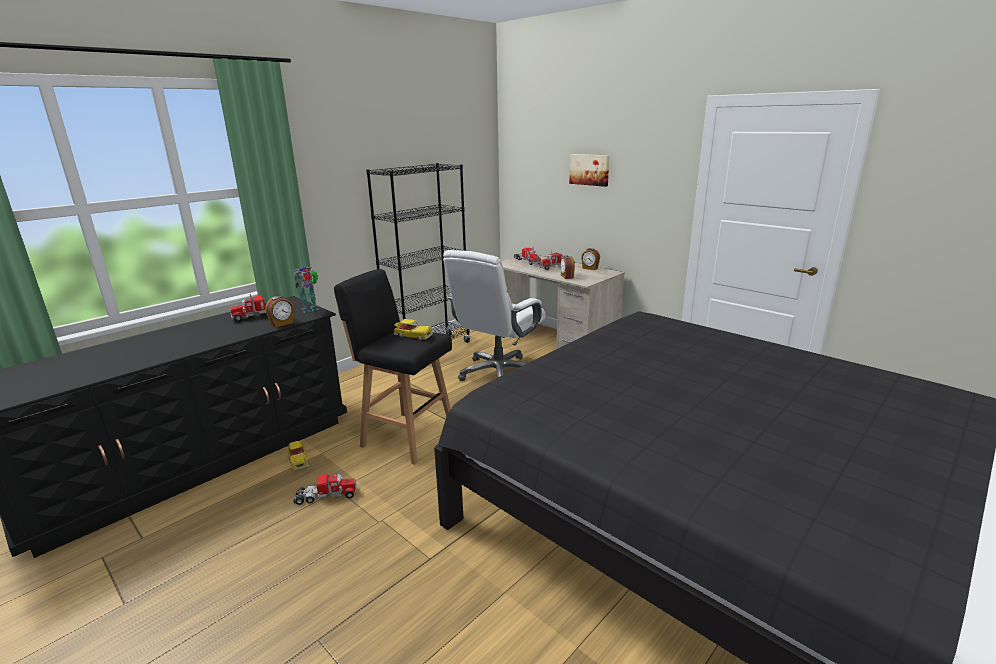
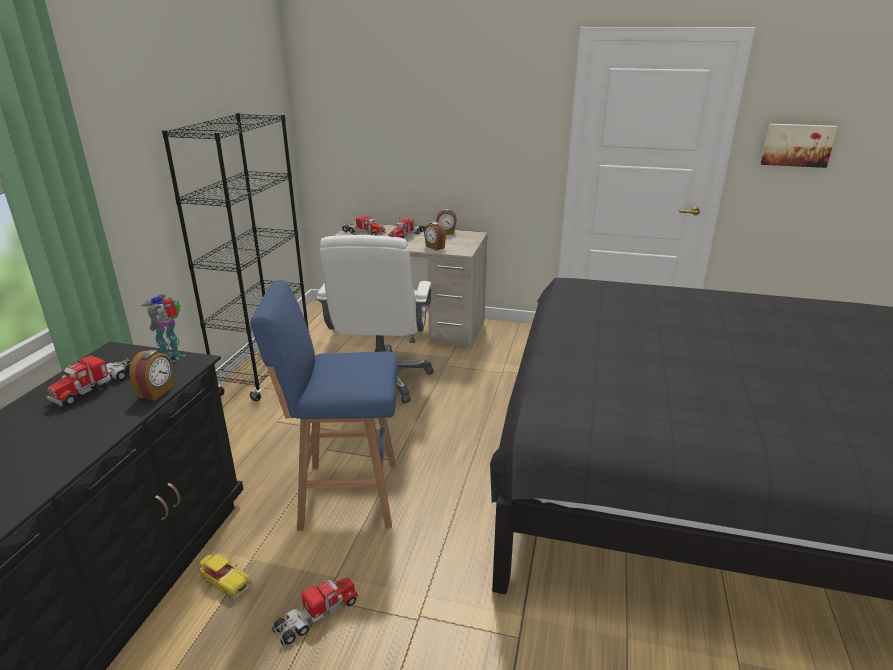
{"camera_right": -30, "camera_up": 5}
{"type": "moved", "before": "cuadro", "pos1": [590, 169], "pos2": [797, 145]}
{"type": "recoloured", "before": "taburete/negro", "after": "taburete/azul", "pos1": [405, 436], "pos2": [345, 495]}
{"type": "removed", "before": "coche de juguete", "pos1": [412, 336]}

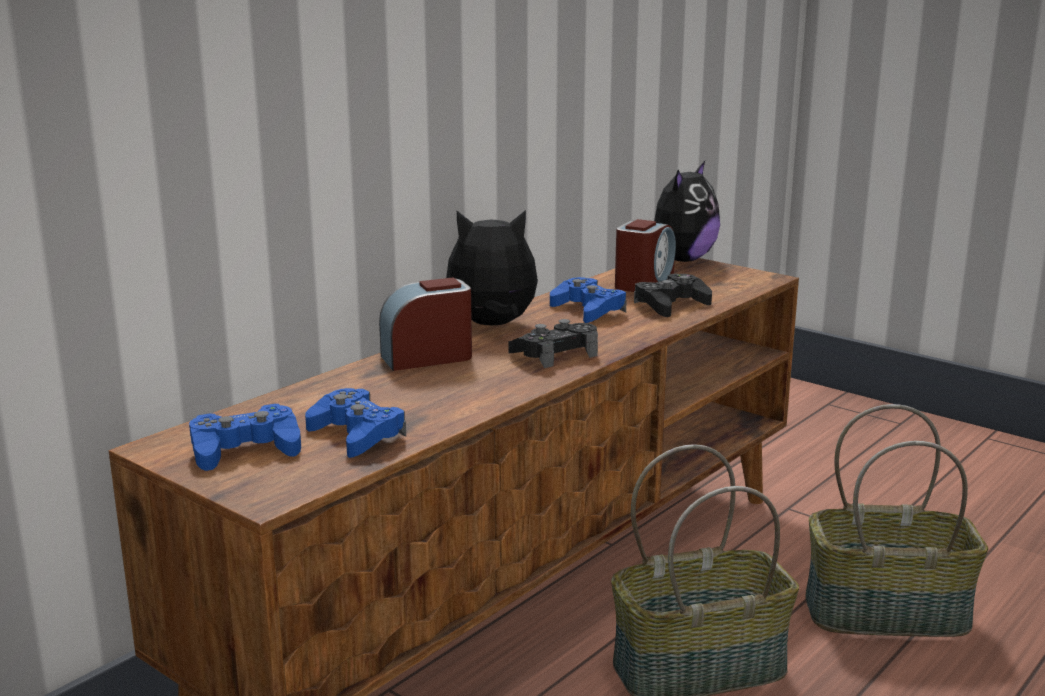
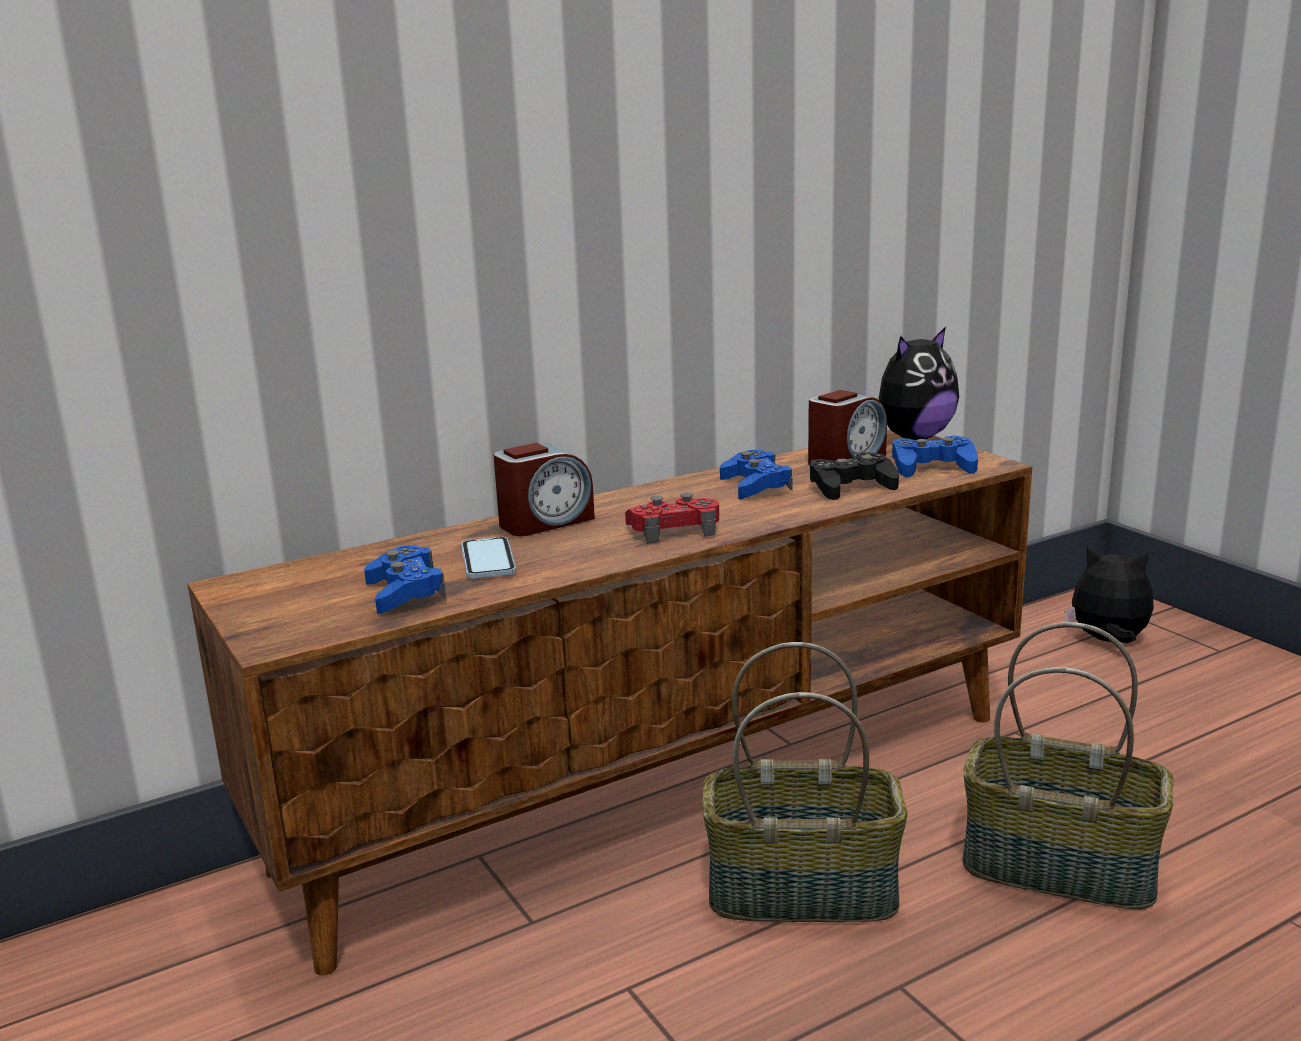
{"camera_right": 20, "camera_up": 0}
{"type": "moved", "before": "peluche", "pos1": [491, 326], "pos2": [1108, 641]}
{"type": "turned", "before": "despertador", "pos1": [427, 357], "pos2": [545, 522], "turn": 150}
{"type": "recoloured", "before": "mando de consola/negro", "after": "mando de consola/rojo", "pos1": [555, 354], "pos2": [674, 530]}
{"type": "moved", "before": "mando de consola/azul", "pos1": [245, 449], "pos2": [932, 467]}
{"type": "added", "after": "móvil", "pos2": [488, 561]}

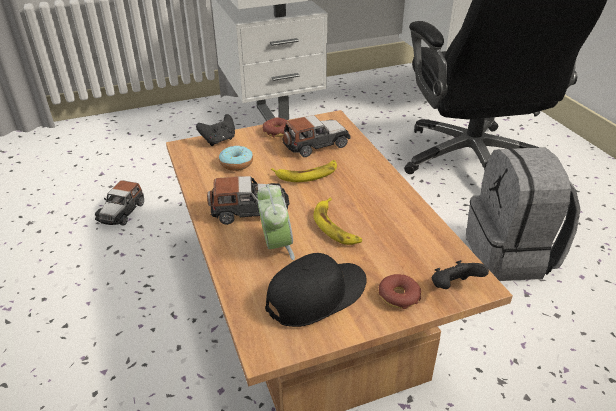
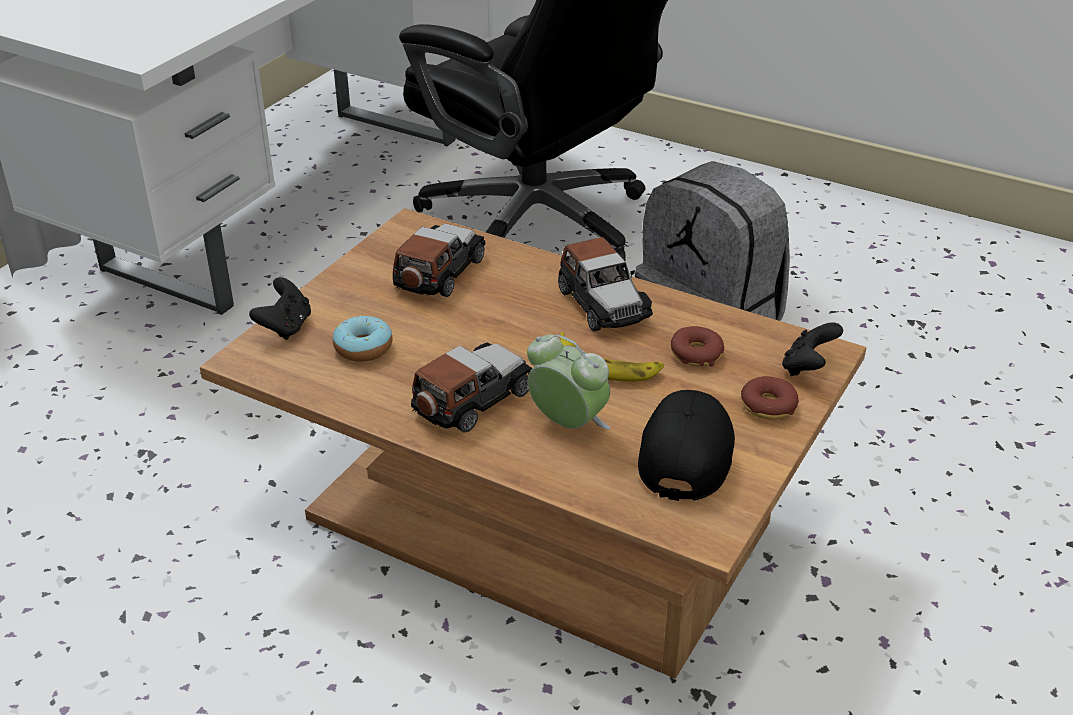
{"camera_right": -40, "camera_up": 0}
{"type": "moved", "before": "rosquilla", "pos1": [277, 131], "pos2": [696, 354]}
{"type": "removed", "before": "plátano", "pos1": [307, 174]}
{"type": "moved", "before": "coche de juguete", "pos1": [122, 212], "pos2": [602, 304]}

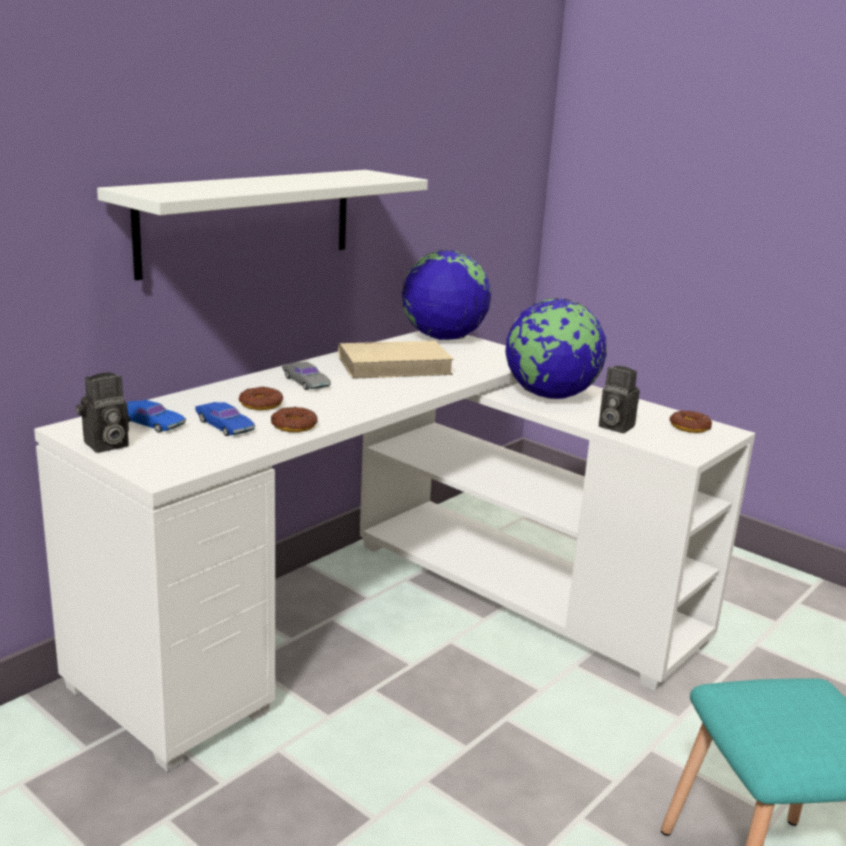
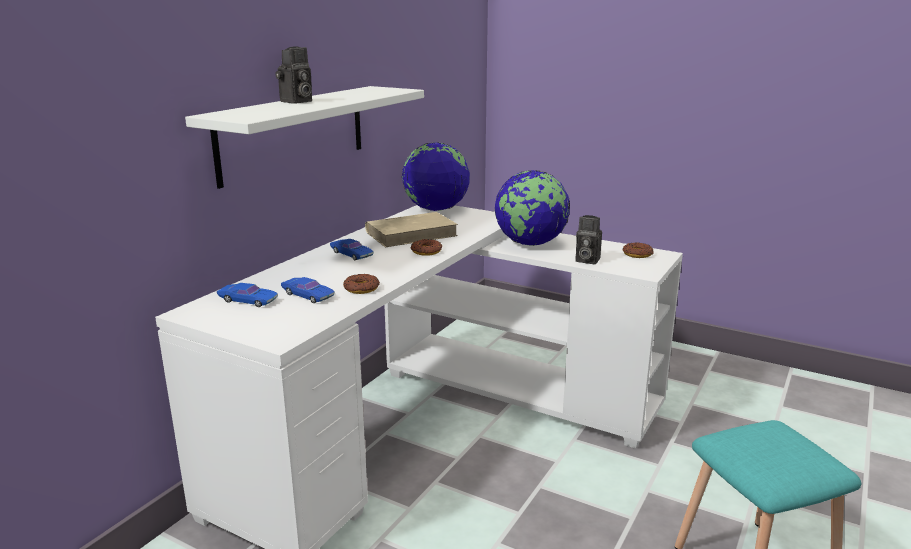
{"camera_right": -10, "camera_up": 0}
{"type": "recoloured", "before": "coche de juguete/gris", "after": "coche de juguete/azul", "pos1": [305, 381], "pos2": [351, 254]}
{"type": "moved", "before": "cámara", "pos1": [105, 445], "pos2": [296, 101]}
{"type": "moved", "before": "rosquilla", "pos1": [260, 404], "pos2": [426, 251]}

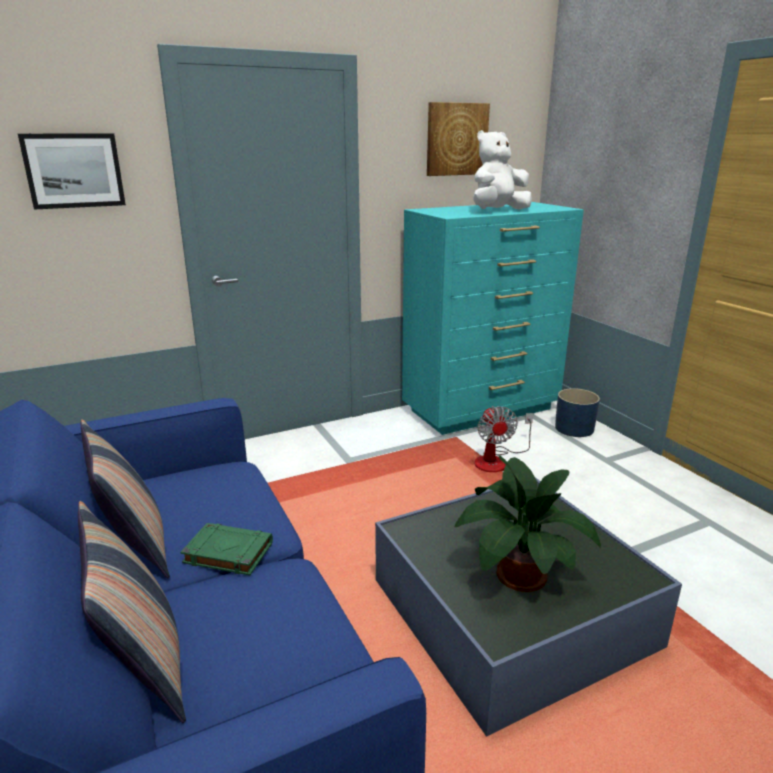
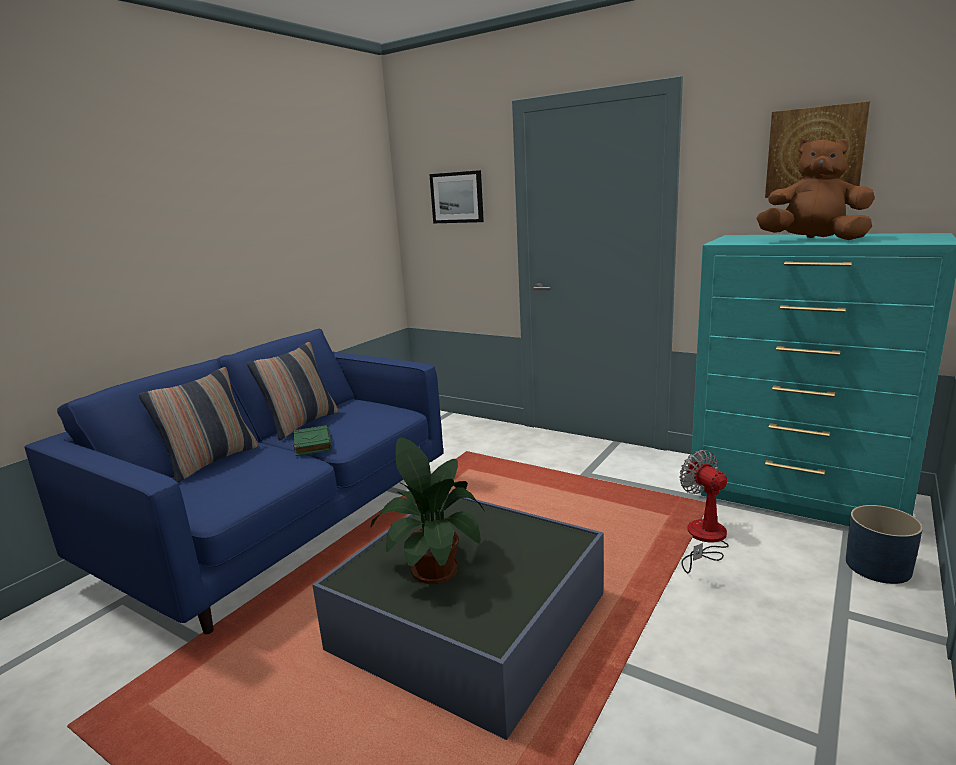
{"camera_right": 60, "camera_up": -5}
{"type": "recoloured", "before": "peluche/blanco", "after": "peluche/marrón", "pos1": [498, 211], "pos2": [812, 240]}
{"type": "turned", "before": "ventilador", "pos1": [497, 461], "pos2": [704, 539], "turn": 105}

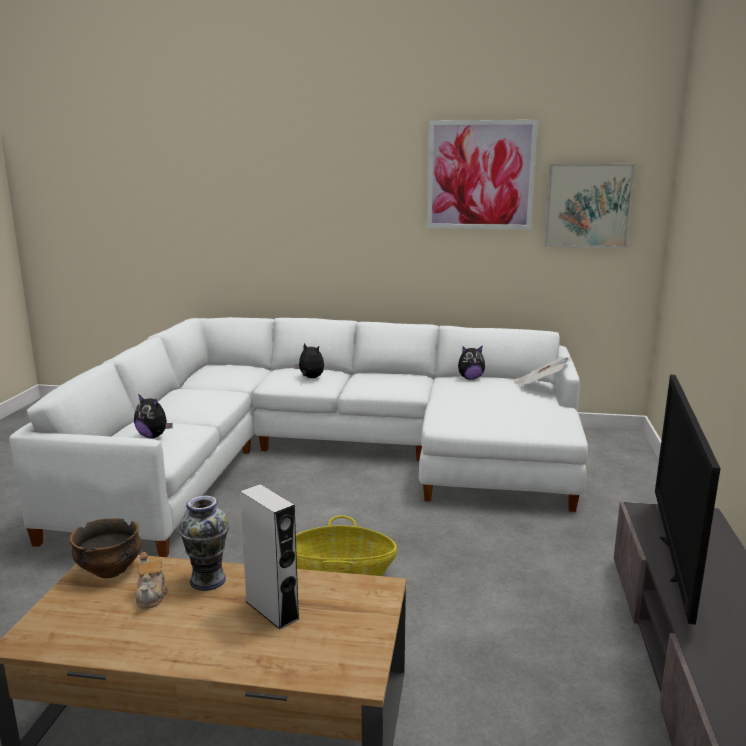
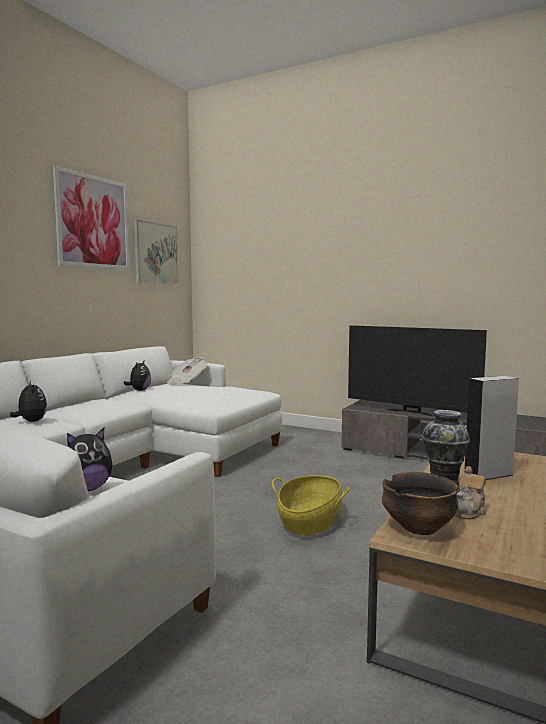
{"camera_right": -70, "camera_up": -10}
{"type": "turned", "before": "peluche", "pos1": [310, 378], "pos2": [31, 421], "turn": 90}
{"type": "turned", "before": "tetera", "pos1": [152, 595], "pos2": [469, 511], "turn": 120}

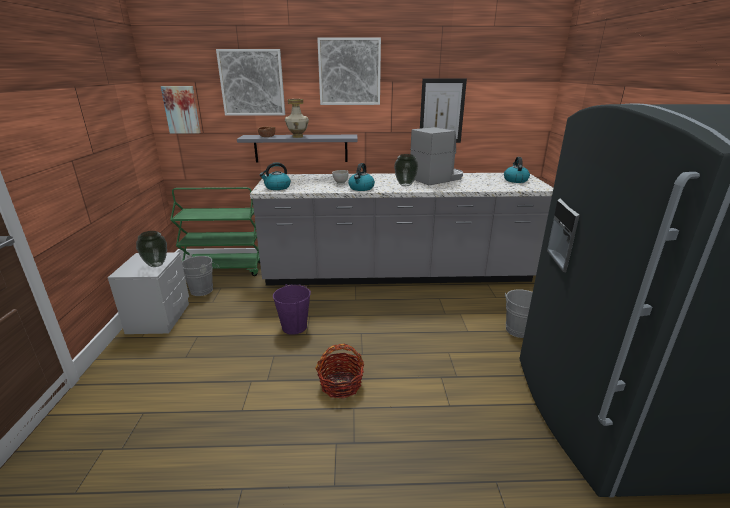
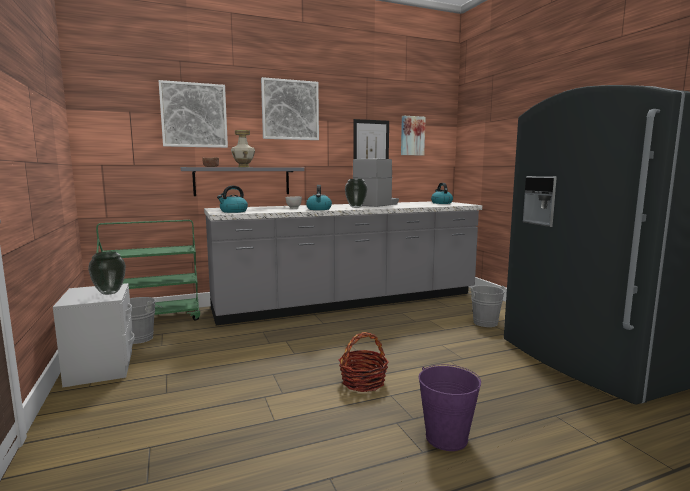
{"camera_right": -20, "camera_up": -15}
{"type": "moved", "before": "cuadro", "pos1": [181, 109], "pos2": [412, 136]}
{"type": "moved", "before": "cubo/morado", "pos1": [294, 327], "pos2": [446, 438]}

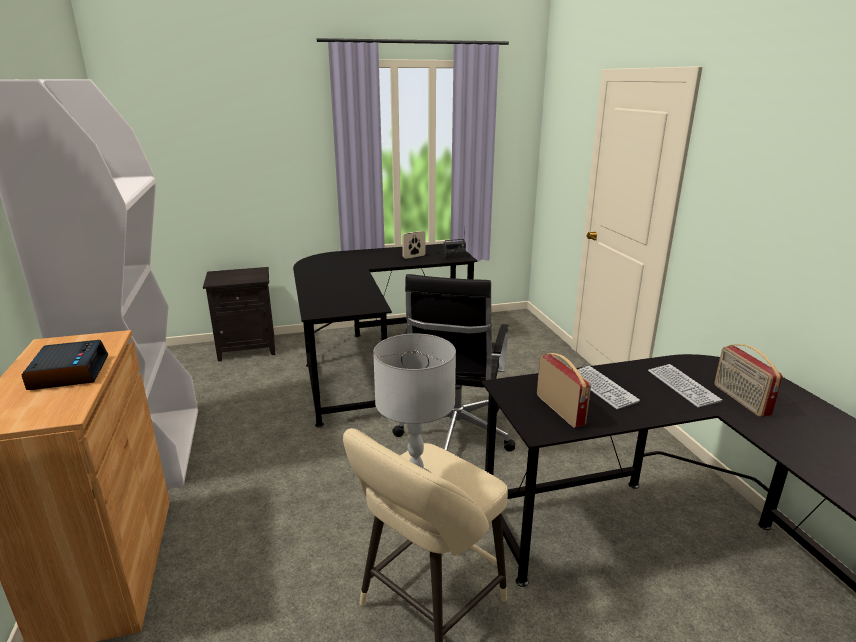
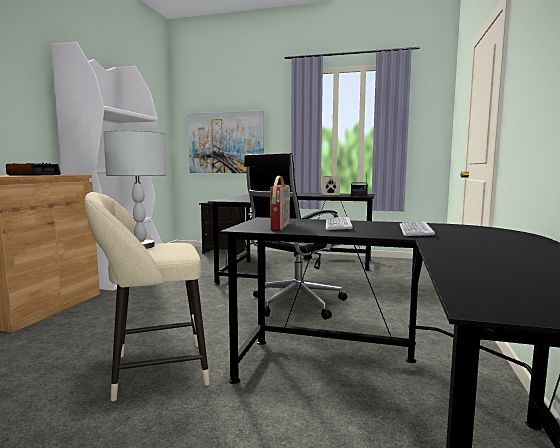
{"camera_right": 30, "camera_up": -15}
{"type": "removed", "before": "radio", "pos1": [740, 400]}
{"type": "added", "after": "cuadro", "pos2": [226, 143]}

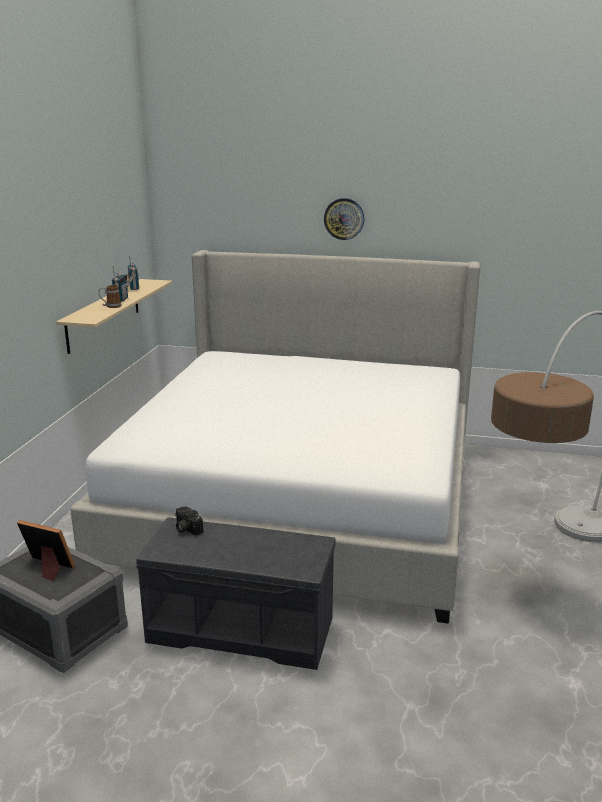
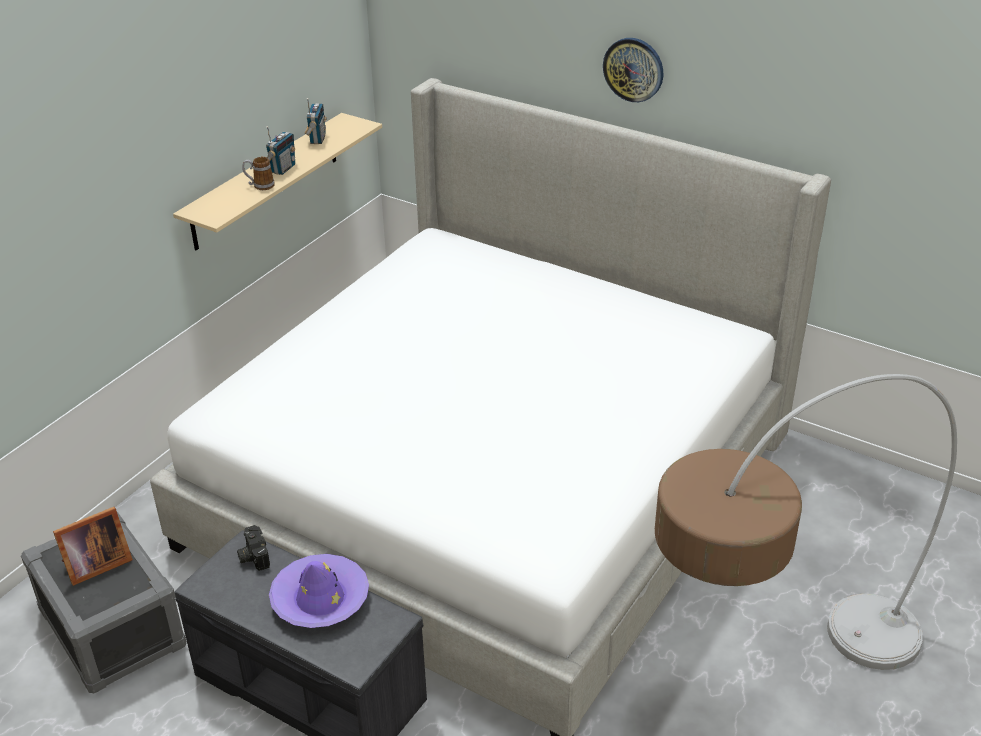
{"camera_right": 20, "camera_up": 15}
{"type": "turned", "before": "portarretratos", "pos1": [48, 568], "pos2": [95, 565], "turn": 105}
{"type": "added", "after": "sombrero/morado", "pos2": [320, 599]}

